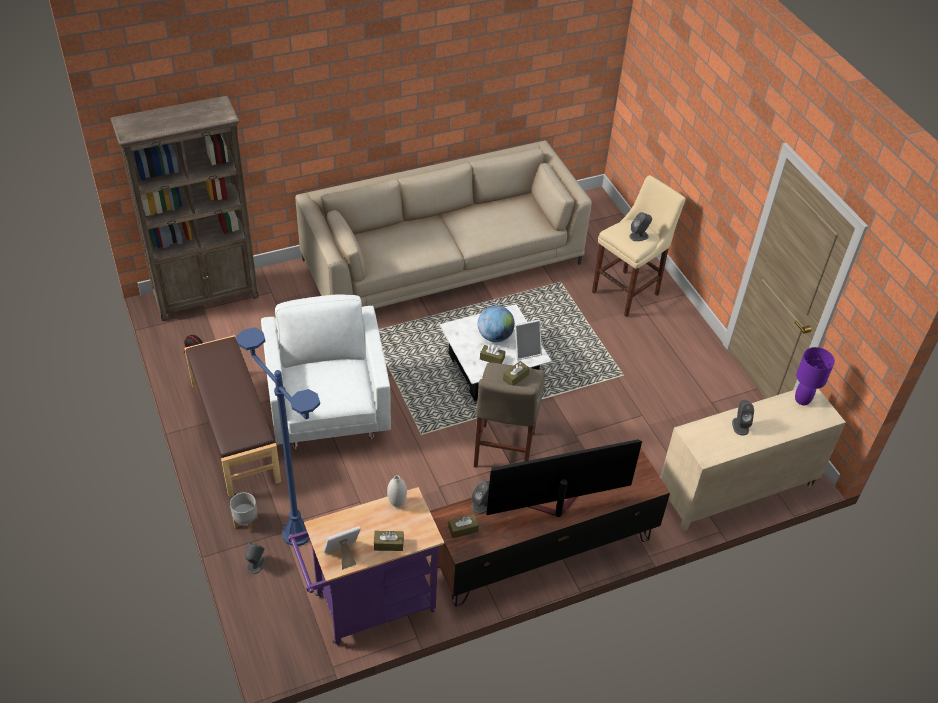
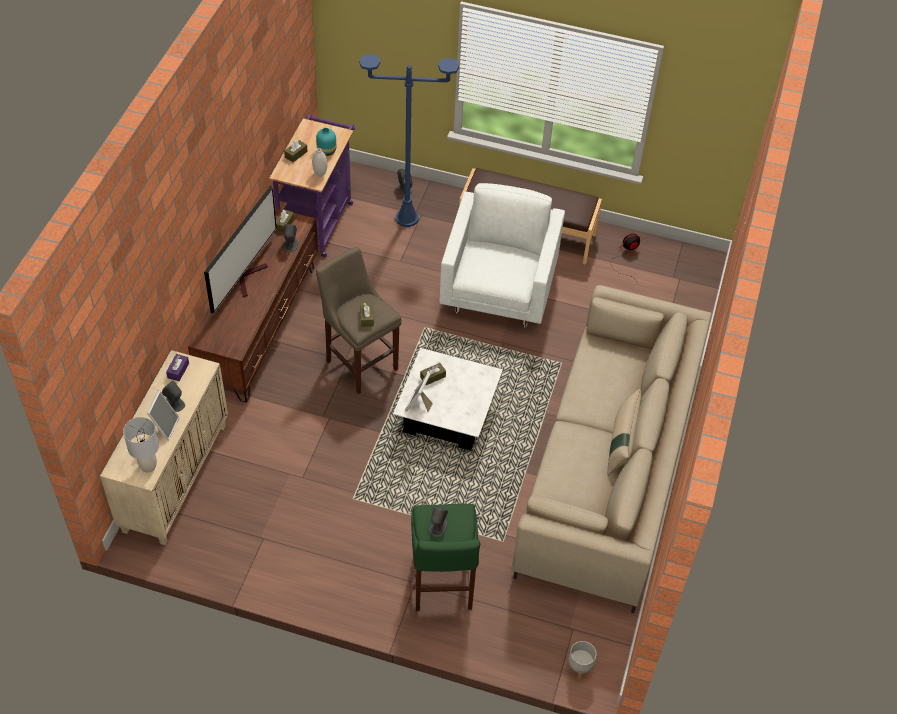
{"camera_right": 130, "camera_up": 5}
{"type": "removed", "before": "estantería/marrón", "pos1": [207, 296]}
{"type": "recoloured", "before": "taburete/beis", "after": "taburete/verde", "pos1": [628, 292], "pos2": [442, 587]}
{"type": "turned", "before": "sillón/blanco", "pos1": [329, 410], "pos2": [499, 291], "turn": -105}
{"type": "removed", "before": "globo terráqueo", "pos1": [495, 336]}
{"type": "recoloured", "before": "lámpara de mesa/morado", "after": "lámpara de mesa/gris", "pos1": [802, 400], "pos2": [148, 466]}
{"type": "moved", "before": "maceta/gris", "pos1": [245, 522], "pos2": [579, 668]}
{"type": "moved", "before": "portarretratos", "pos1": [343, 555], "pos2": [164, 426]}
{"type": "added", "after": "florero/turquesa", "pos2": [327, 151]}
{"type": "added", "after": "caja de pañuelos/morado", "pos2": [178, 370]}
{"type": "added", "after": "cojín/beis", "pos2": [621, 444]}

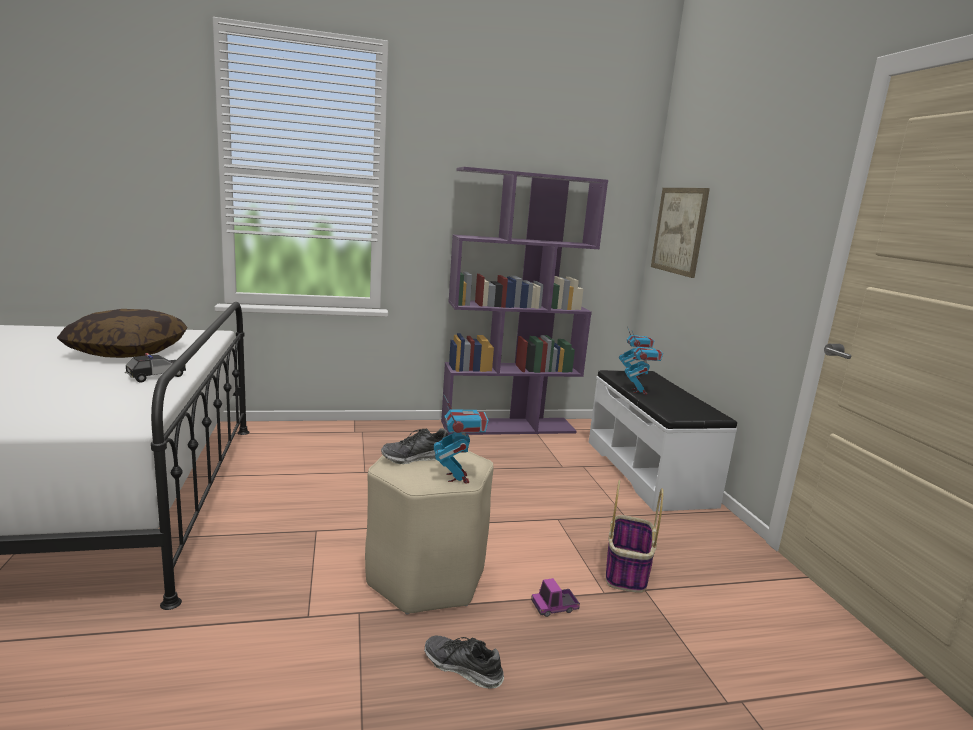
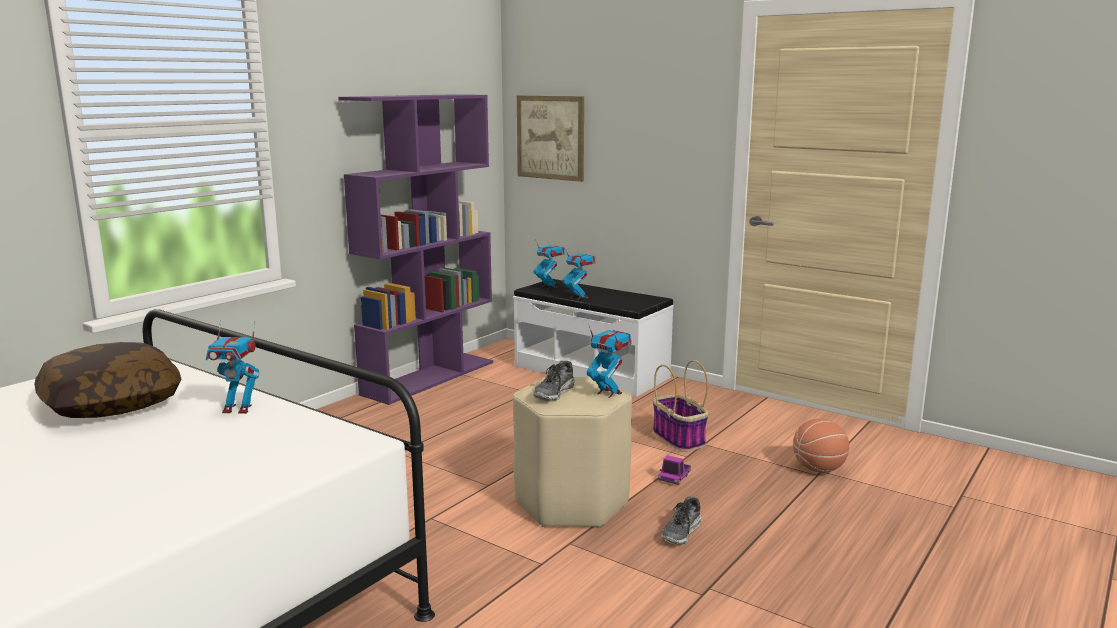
{"camera_right": -40, "camera_up": 0}
{"type": "replaced", "before": "coche de juguete", "after": "robot de juguete", "pos1": [156, 376], "pos2": [238, 409]}
{"type": "turned", "before": "zapato", "pos1": [463, 668], "pos2": [681, 532], "turn": -45}
{"type": "added", "after": "balón de baloncesto", "pos2": [818, 469]}

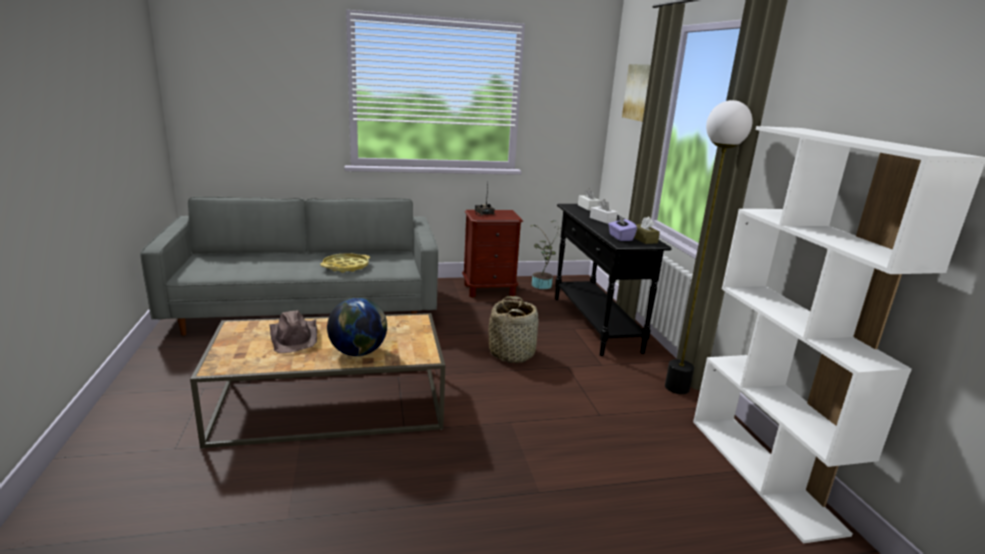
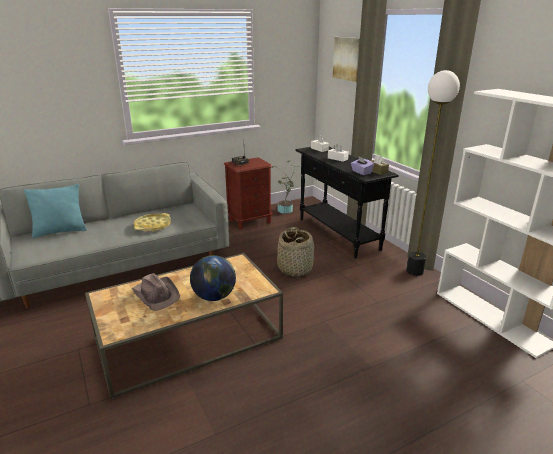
{"camera_right": -15, "camera_up": 5}
{"type": "added", "after": "cojín/turquesa", "pos2": [60, 231]}

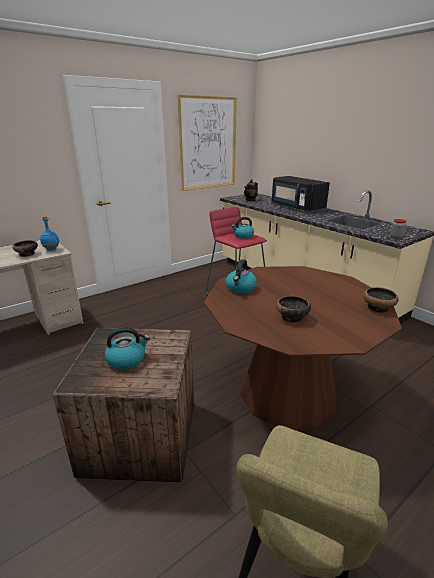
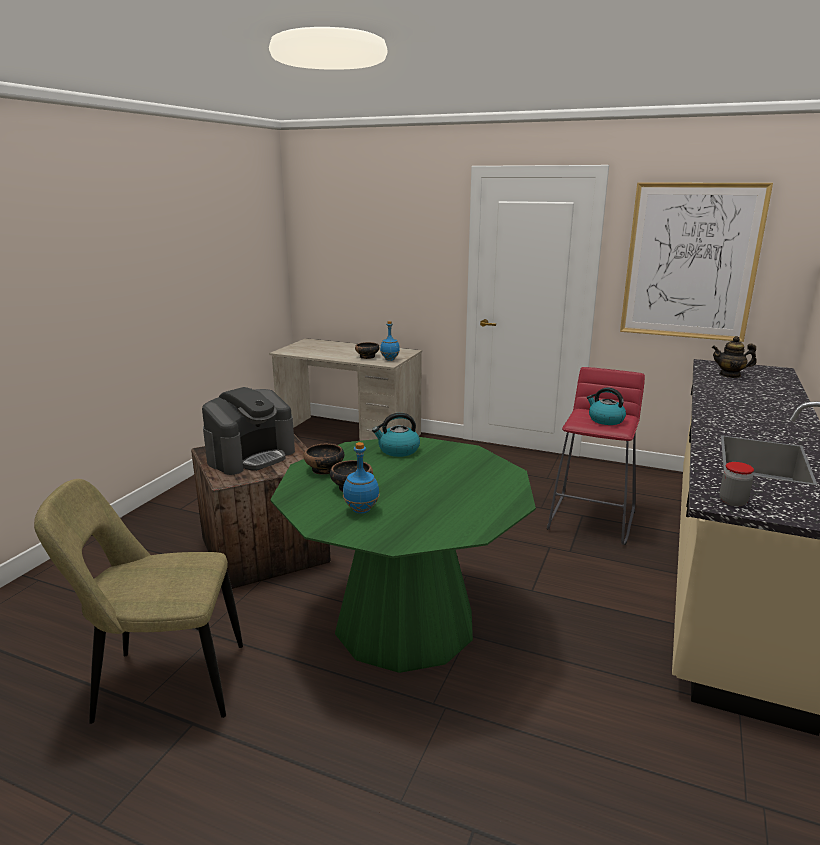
{"camera_right": 60, "camera_up": -5}
{"type": "removed", "before": "microondas/negro", "pos1": [296, 207]}
{"type": "recoloured", "before": "mesa de comedor/marrón", "after": "mesa de comedor/verde", "pos1": [287, 393], "pos2": [404, 622]}
{"type": "moved", "before": "cuenco", "pos1": [378, 308], "pos2": [324, 469]}
{"type": "replaced", "before": "hervidor", "after": "cafetera", "pos1": [127, 359], "pos2": [251, 456]}
{"type": "added", "after": "botella/azul", "pos2": [361, 510]}

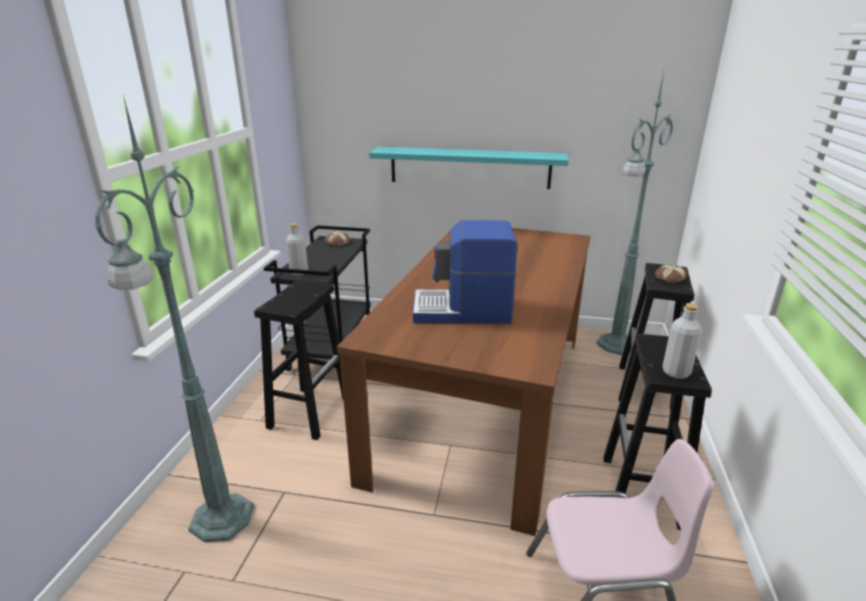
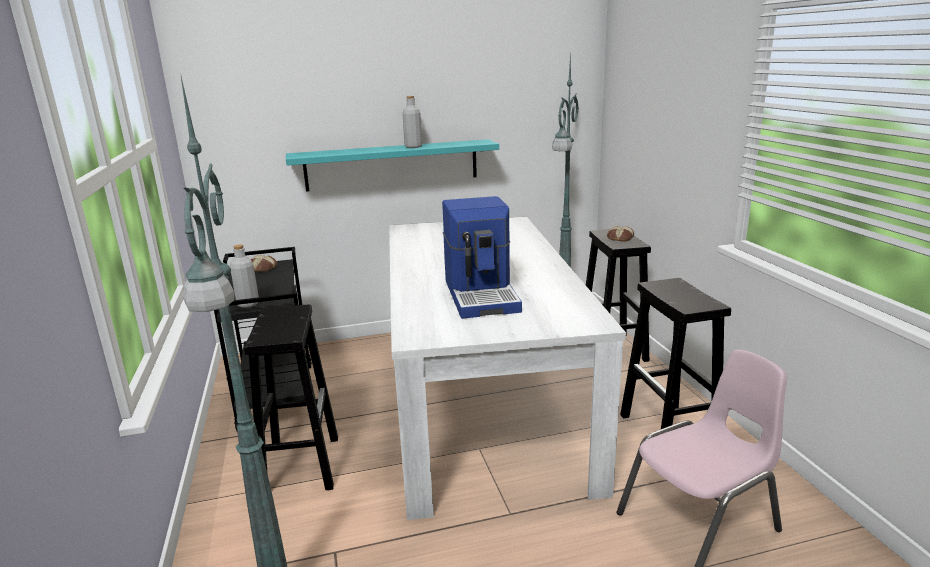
{"camera_right": -25, "camera_up": -5}
{"type": "turned", "before": "cafetera", "pos1": [462, 311], "pos2": [482, 295], "turn": -75}
{"type": "recoloured", "before": "mesa de comedor/marrón", "after": "mesa de comedor/blanco", "pos1": [485, 399], "pos2": [481, 398]}
{"type": "moved", "before": "botella/gris", "pos1": [676, 372], "pos2": [413, 147]}

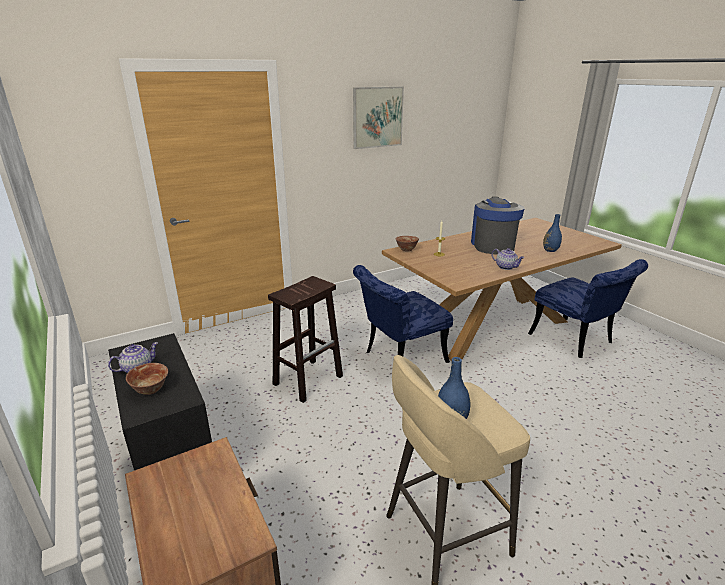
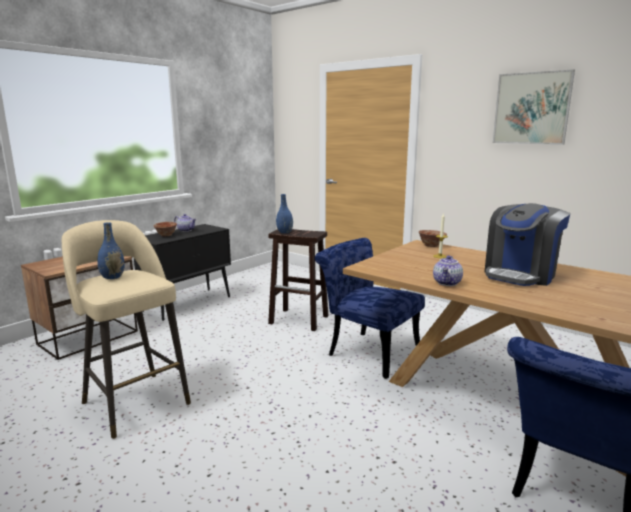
{"camera_right": 70, "camera_up": -10}
{"type": "turned", "before": "cafetera", "pos1": [492, 245], "pos2": [520, 274], "turn": 150}
{"type": "moved", "before": "florero/azul", "pos1": [550, 250], "pos2": [284, 232]}

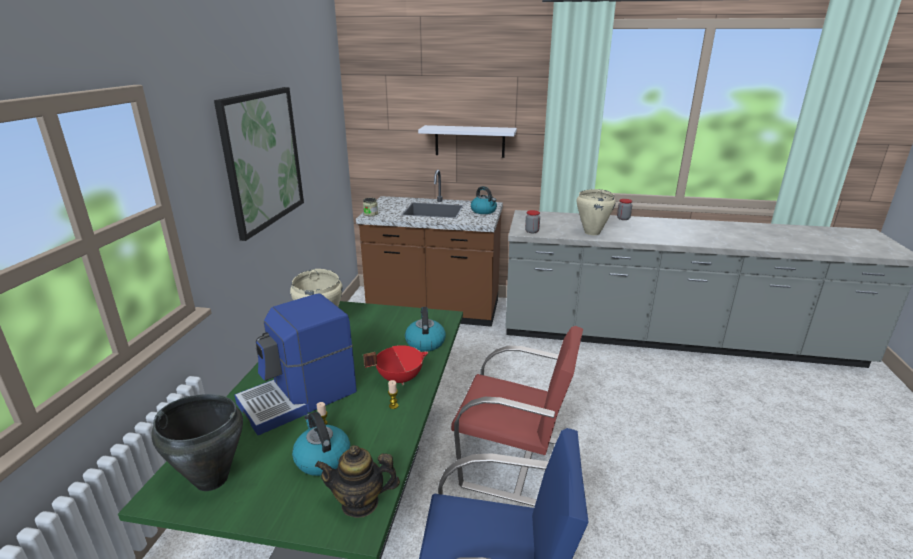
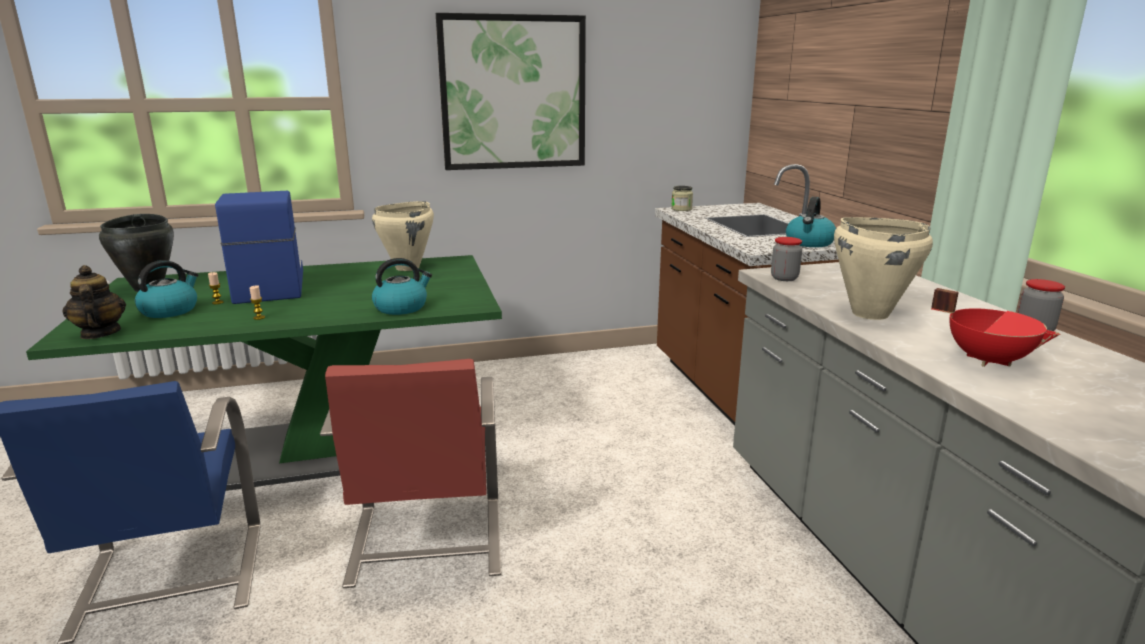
{"camera_right": 65, "camera_up": -5}
{"type": "removed", "before": "estante/blanco", "pos1": [469, 141]}
{"type": "turned", "before": "cafetera", "pos1": [299, 398], "pos2": [268, 286], "turn": 45}
{"type": "moved", "before": "olla/rojo", "pos1": [399, 378], "pos2": [988, 360]}

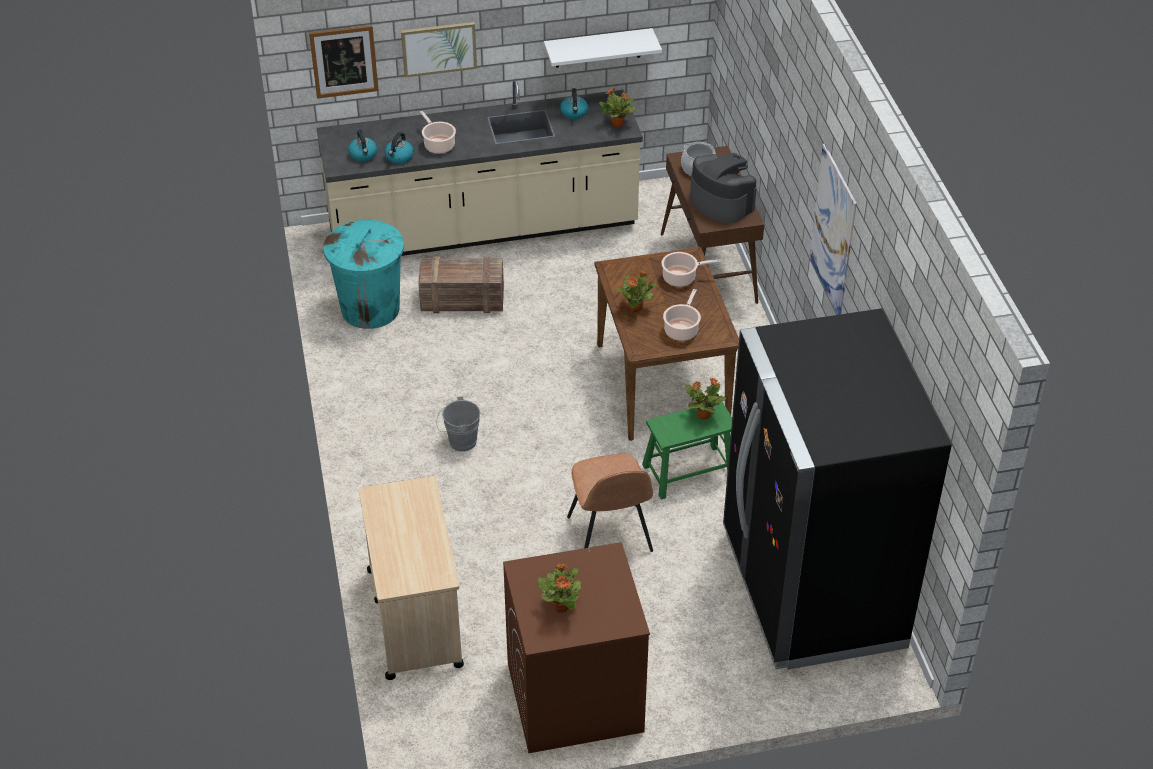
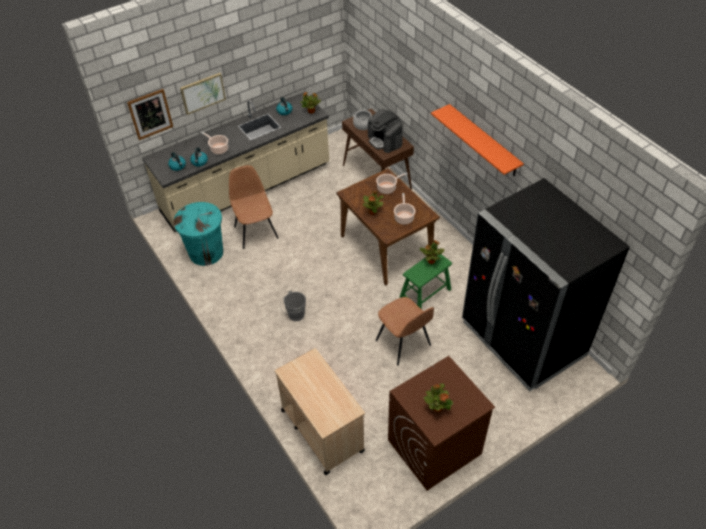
{"camera_right": -20, "camera_up": 5}
{"type": "removed", "before": "estante/blanco", "pos1": [598, 48]}
{"type": "replaced", "before": "cuadro", "after": "estante/naranja", "pos1": [833, 231], "pos2": [484, 141]}
{"type": "turned", "before": "cafetera", "pos1": [721, 202], "pos2": [385, 140], "turn": -150}
{"type": "replaced", "before": "caja de embalaje", "after": "silla/marrón", "pos1": [464, 299], "pos2": [256, 232]}

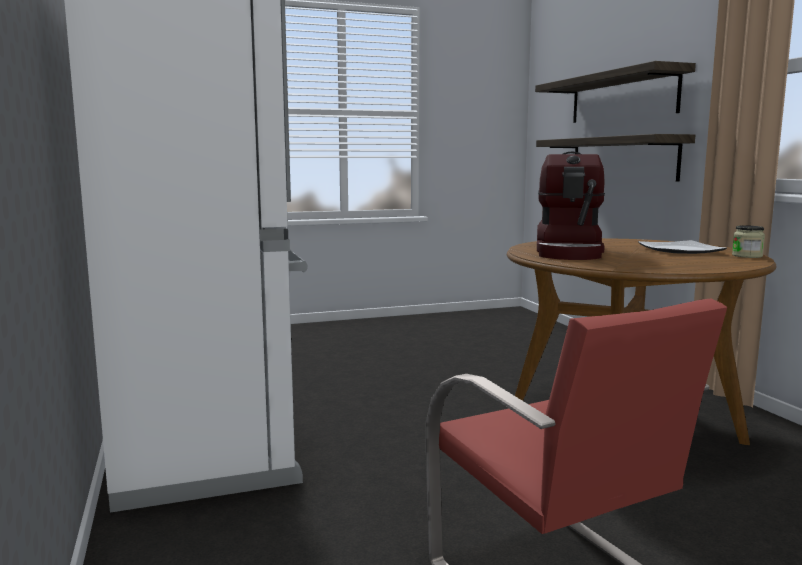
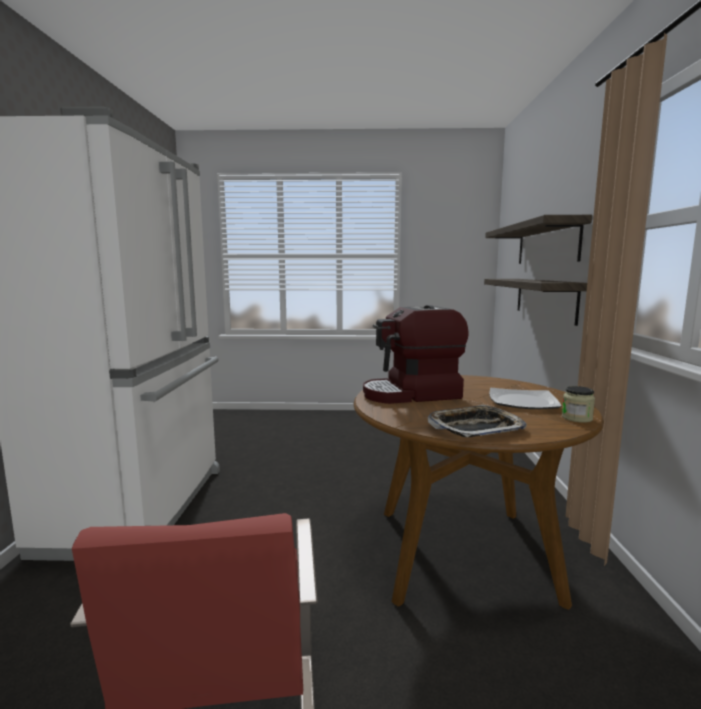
{"camera_right": 20, "camera_up": 0}
{"type": "turned", "before": "cafetera", "pos1": [569, 252], "pos2": [412, 394], "turn": 45}
{"type": "added", "after": "bandeja", "pos2": [475, 428]}

